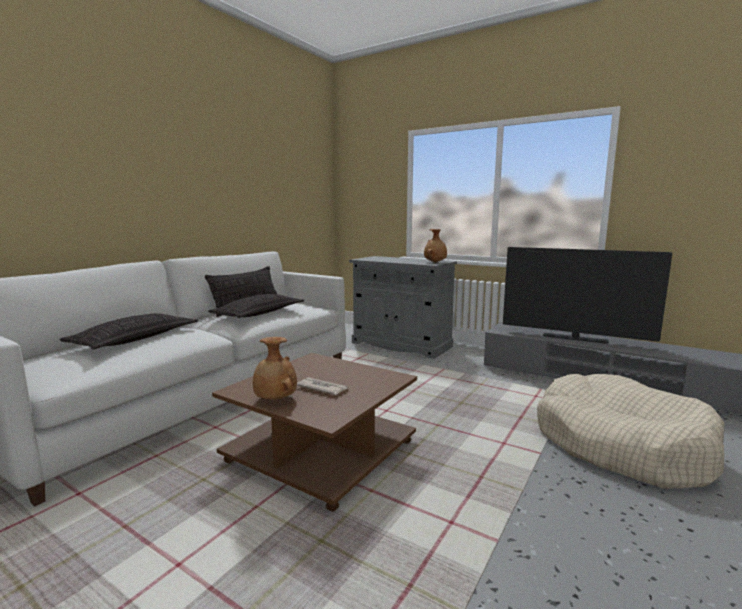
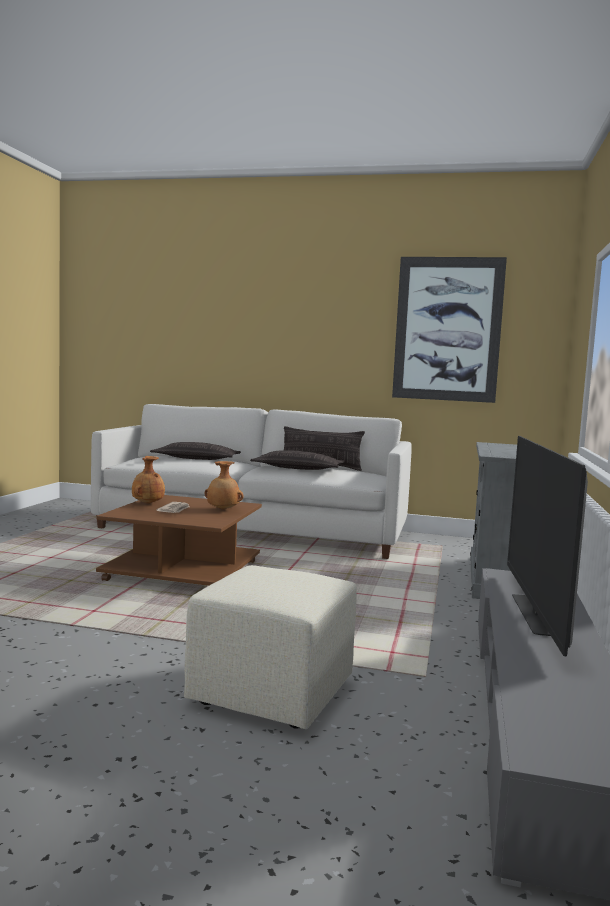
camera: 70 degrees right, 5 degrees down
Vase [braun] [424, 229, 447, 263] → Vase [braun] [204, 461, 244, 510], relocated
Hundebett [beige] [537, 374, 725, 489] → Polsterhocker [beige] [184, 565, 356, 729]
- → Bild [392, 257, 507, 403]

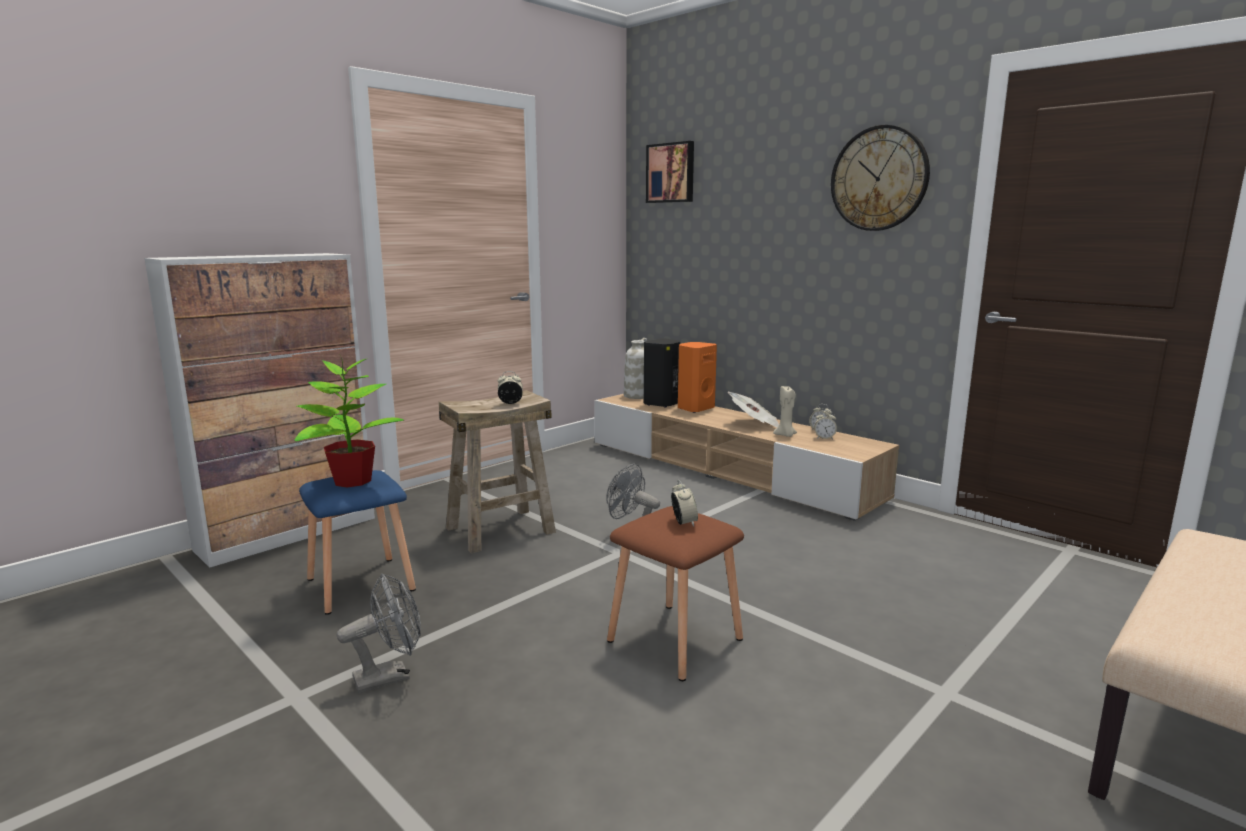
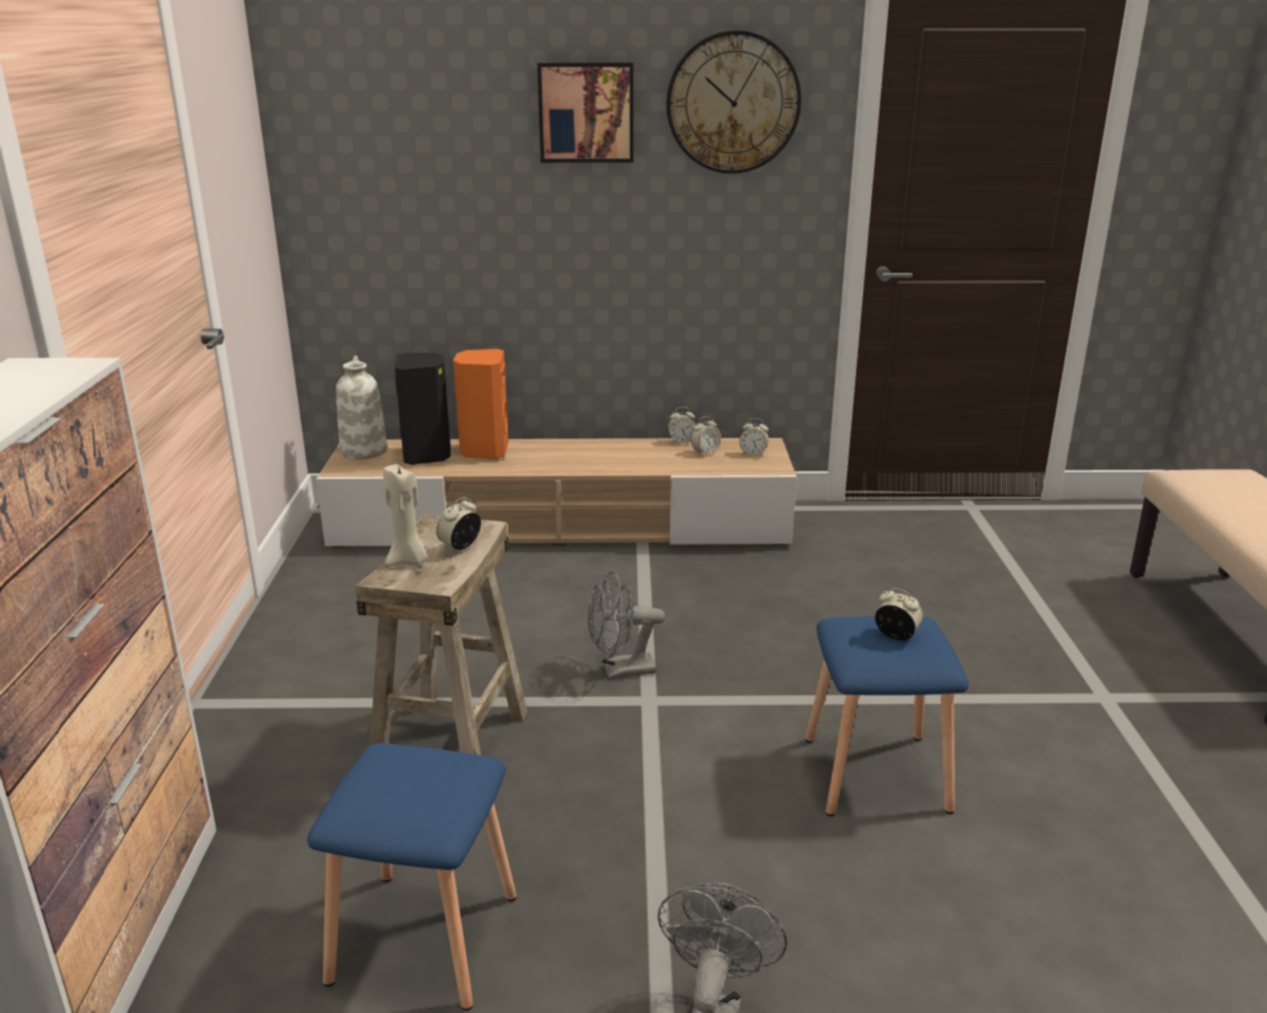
camera: 45 degrees left, 10 degrees up
Topfpflanze [294, 354, 404, 487] → -
Hocker [braun] [607, 506, 744, 681] → Hocker [blau] [805, 616, 969, 816]
Bild [646, 141, 694, 203] → Bild [537, 62, 634, 163], relocated
Zeitung [728, 392, 779, 427] → -
Kerze [beige] [773, 385, 797, 437] → Kerze [beige] [383, 464, 427, 566], relocated
- → Wecker [739, 418, 769, 457]

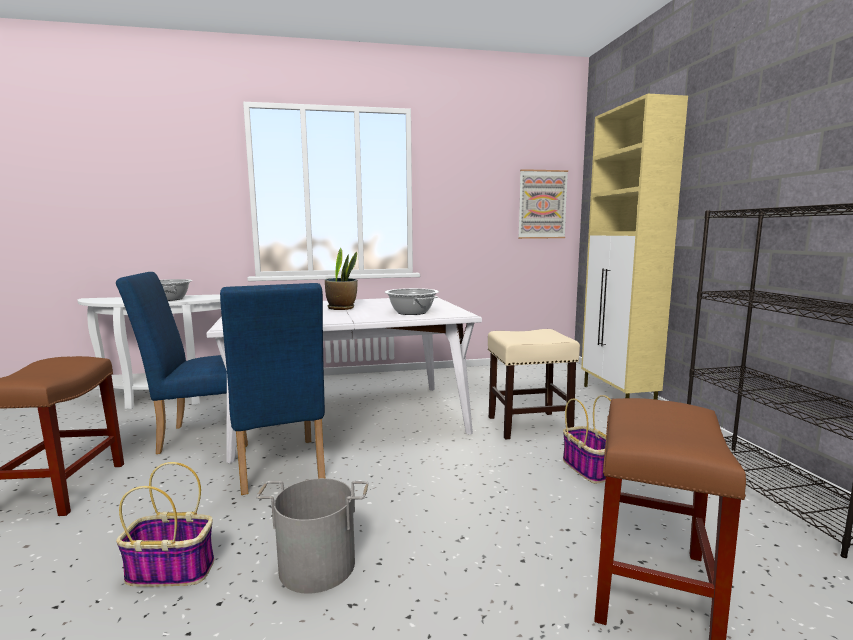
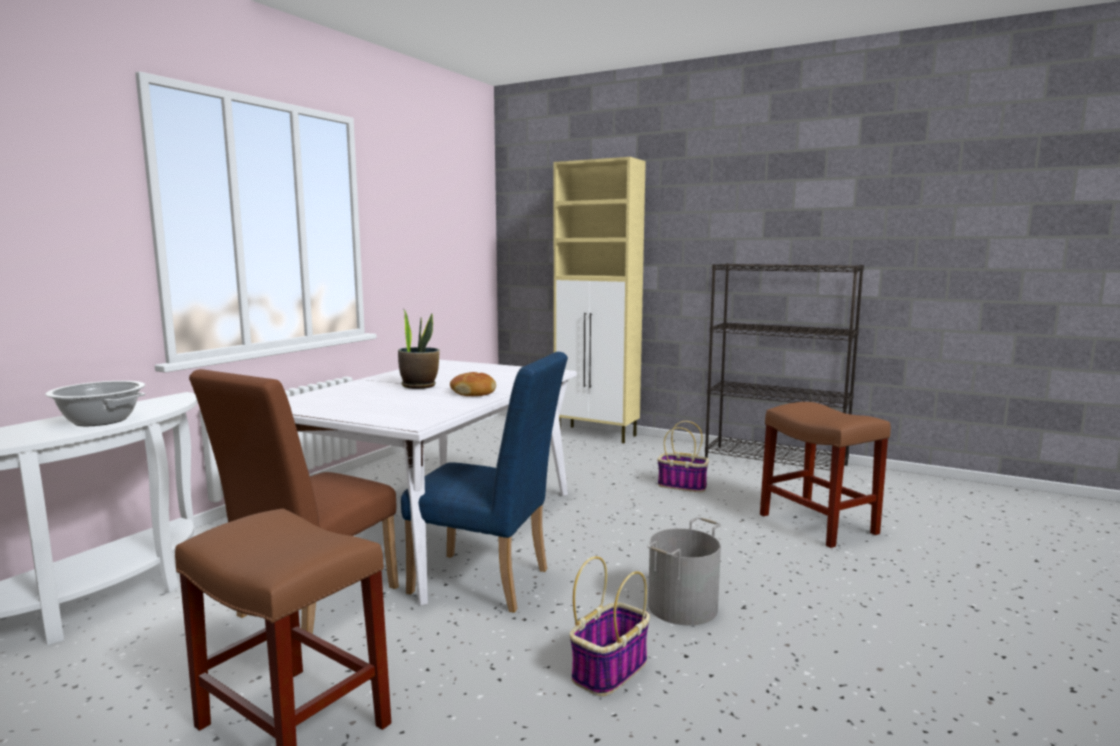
camera: 50 degrees left, 0 degrees up
Stuhl [blau] [116, 272, 248, 454] → Stuhl [braun] [189, 369, 399, 634]
Kochtopf [385, 288, 439, 315] → -
Hocker [beige] [488, 329, 580, 440] → -
Bild [518, 169, 568, 239] → -
- → Brot [450, 372, 496, 396]

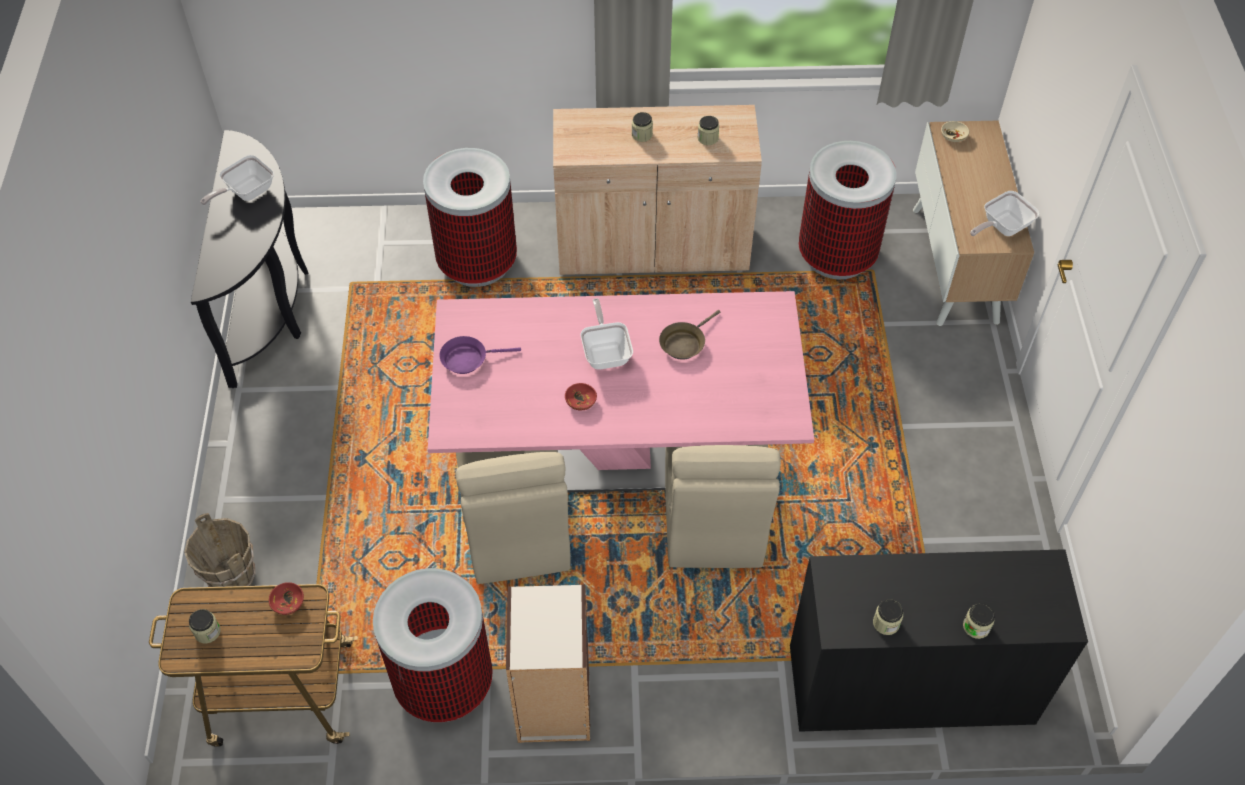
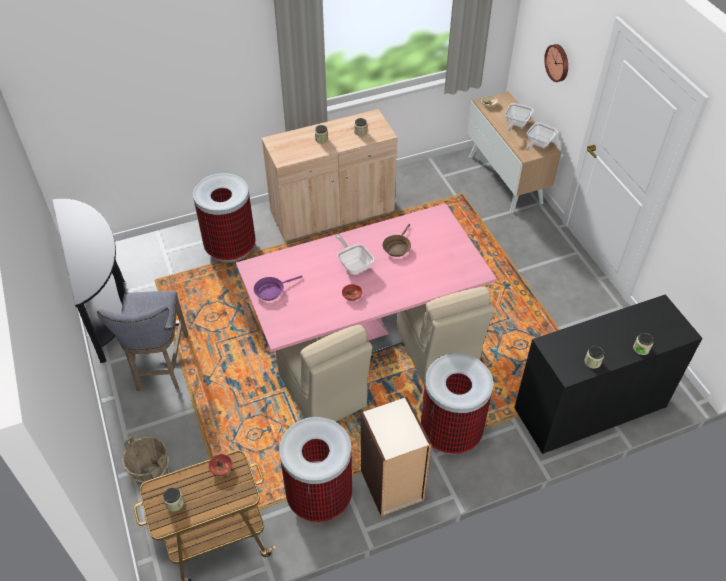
camera: 20 degrees left, 5 degrees down
Pfanne [200, 155, 274, 205] → Pfanne [505, 103, 534, 131], relocated
Mülleimer [798, 141, 897, 279] → Mülleimer [421, 353, 493, 454], relocated
- → Hocker [grau] [97, 291, 188, 391]
- → Wanduhr [544, 44, 568, 82]

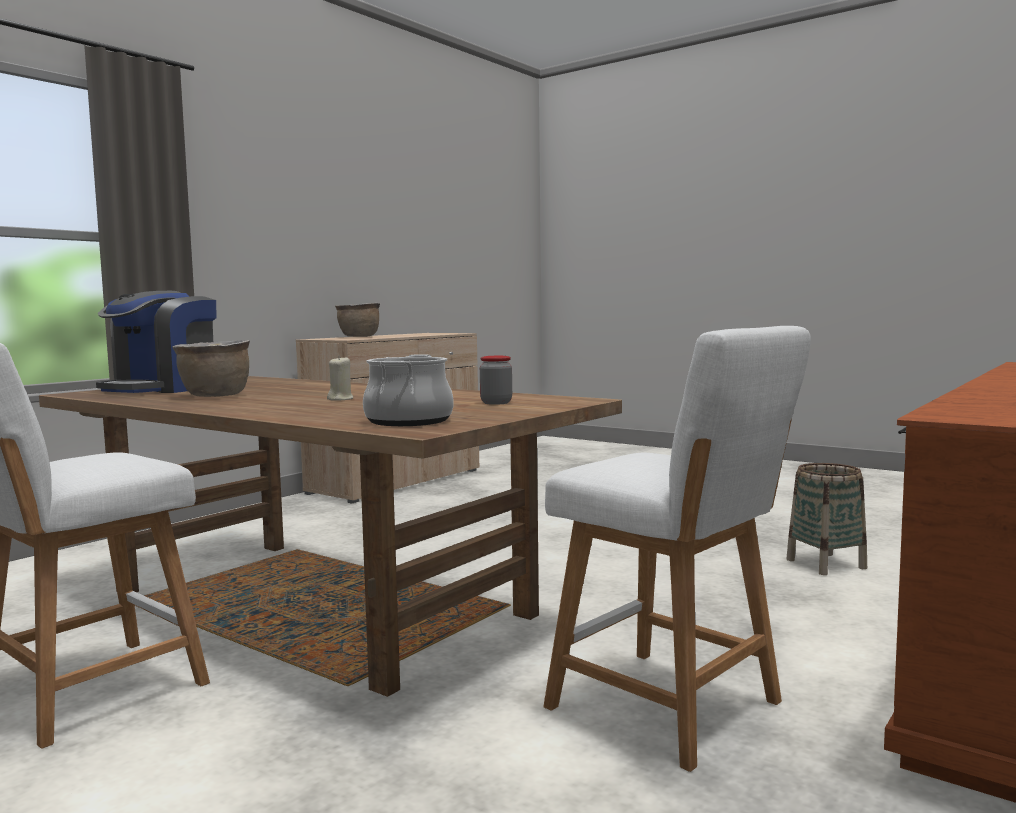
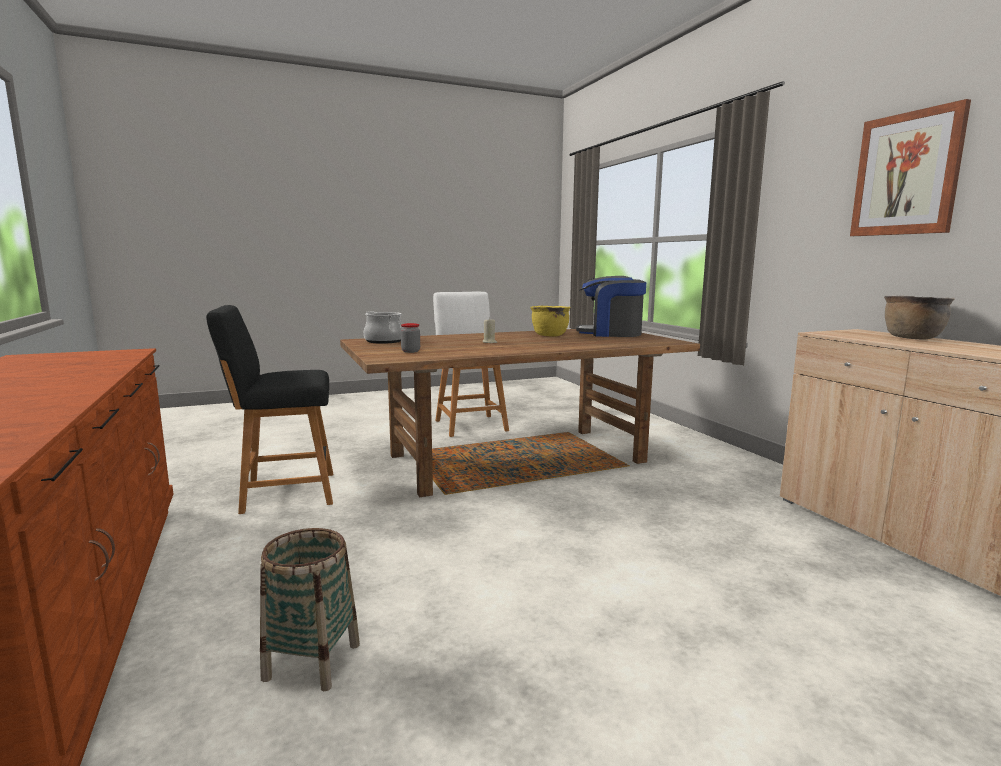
camera: 120 degrees right, 5 degrees up
Kaffeemaschine [96, 291, 217, 393] → Kaffeemaschine [576, 276, 646, 337], 45 degrees counterclockwise
Kochtopf [braun] [172, 340, 250, 397] → Kochtopf [gelb] [530, 306, 571, 337]
Hocker [weiß] [543, 326, 811, 772] → Hocker [schwarz] [206, 305, 333, 514]
- → Bild [850, 99, 971, 236]

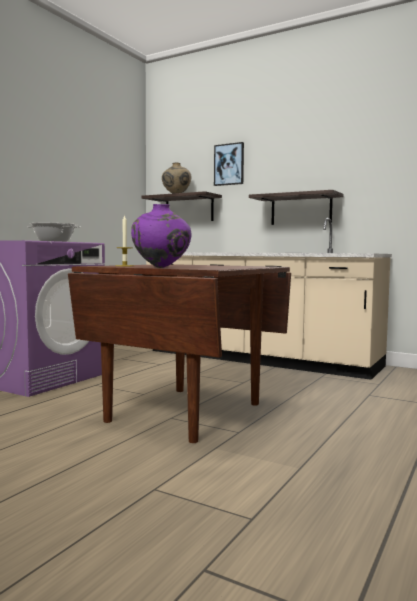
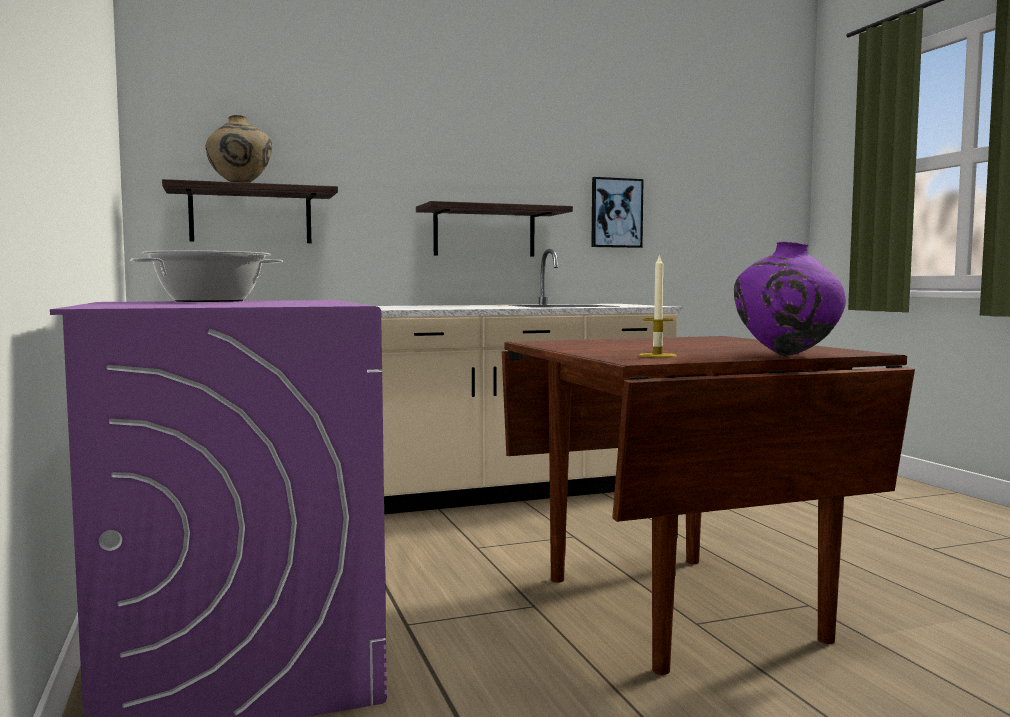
camera: 50 degrees left, 0 degrees up
Bild [214, 142, 244, 186] → Bild [591, 177, 644, 248], relocated

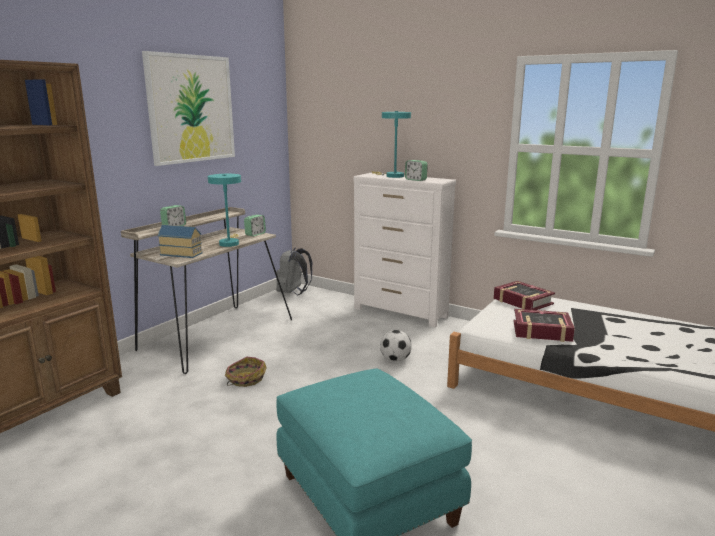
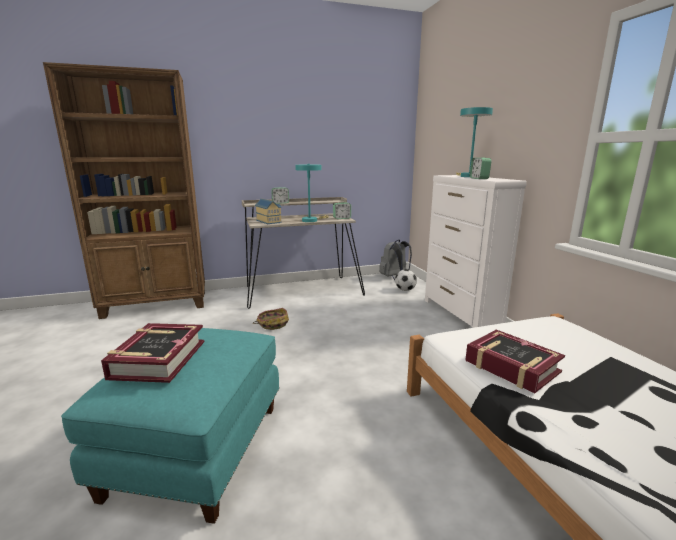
camera: 40 degrees right, 0 degrees up
Bild [142, 51, 235, 166] → -
Fußball [380, 330, 412, 362] → Fußball [395, 269, 417, 291], relocated
Buch [494, 281, 555, 310] → Buch [101, 323, 204, 383], relocated

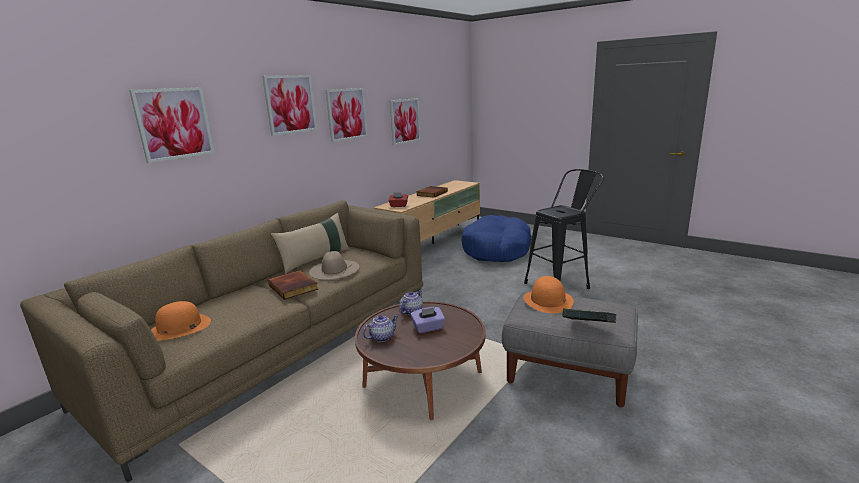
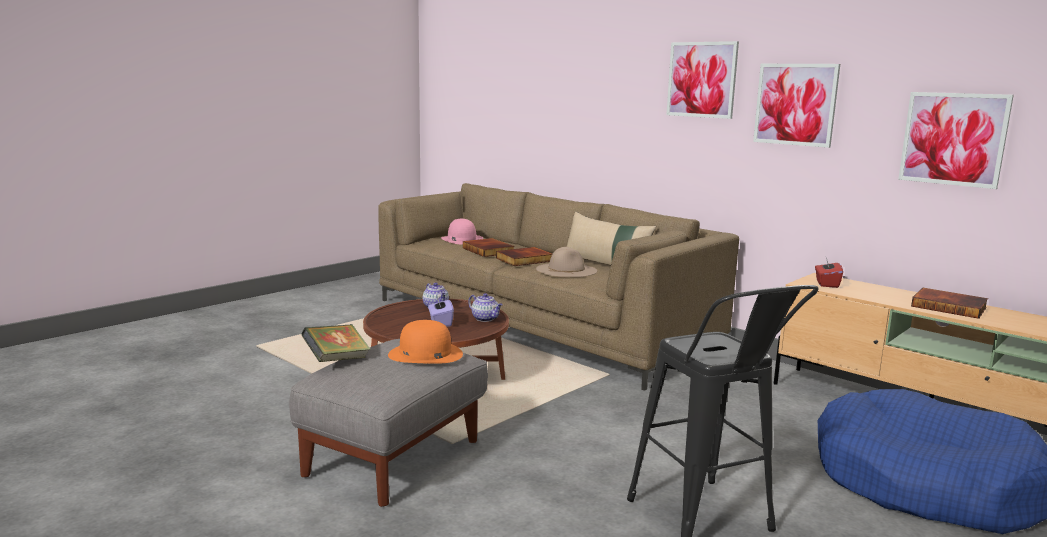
camera: 95 degrees right, 5 degrees down
Bild [129, 87, 215, 163] → -
Hut [orange] [151, 301, 211, 341] → Hut [rosa] [441, 219, 483, 245]
- → Buch [463, 238, 515, 257]

